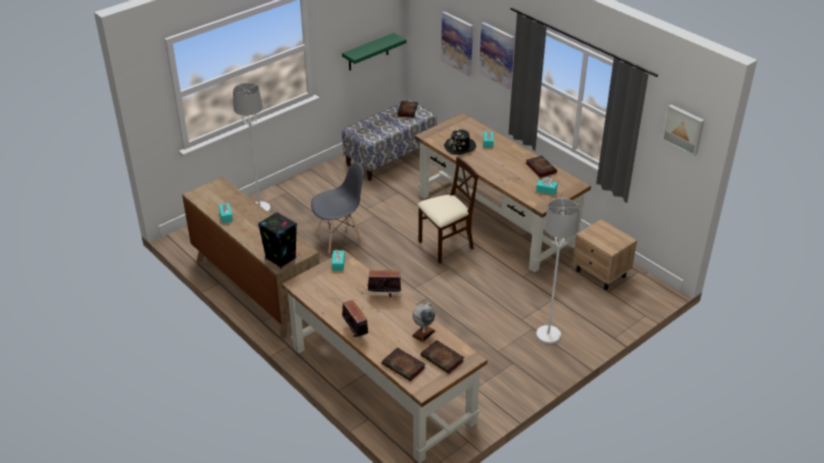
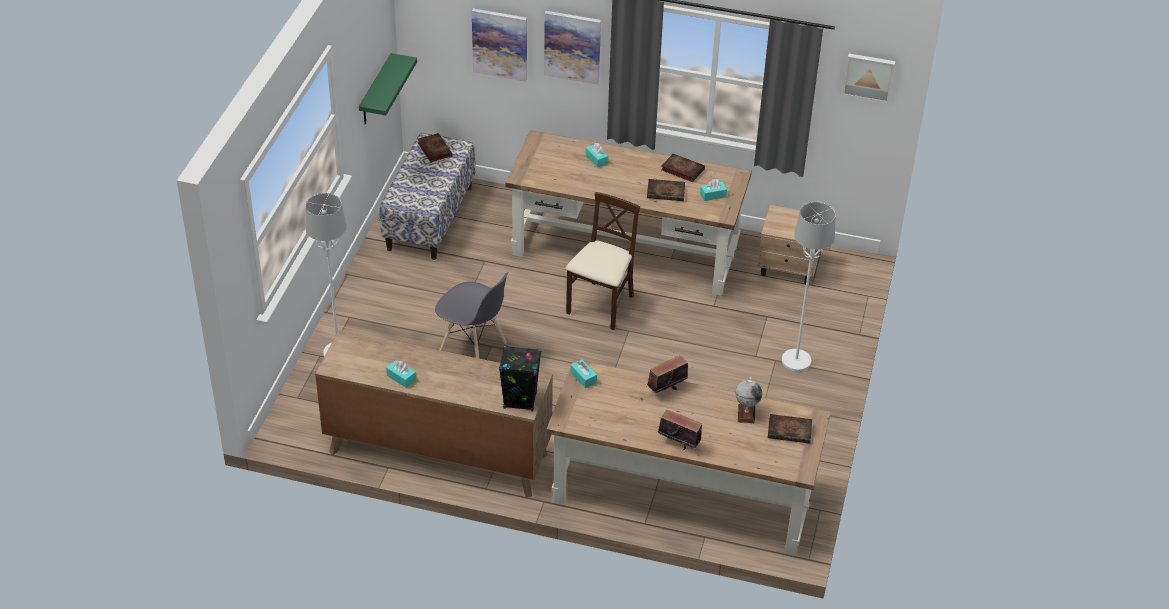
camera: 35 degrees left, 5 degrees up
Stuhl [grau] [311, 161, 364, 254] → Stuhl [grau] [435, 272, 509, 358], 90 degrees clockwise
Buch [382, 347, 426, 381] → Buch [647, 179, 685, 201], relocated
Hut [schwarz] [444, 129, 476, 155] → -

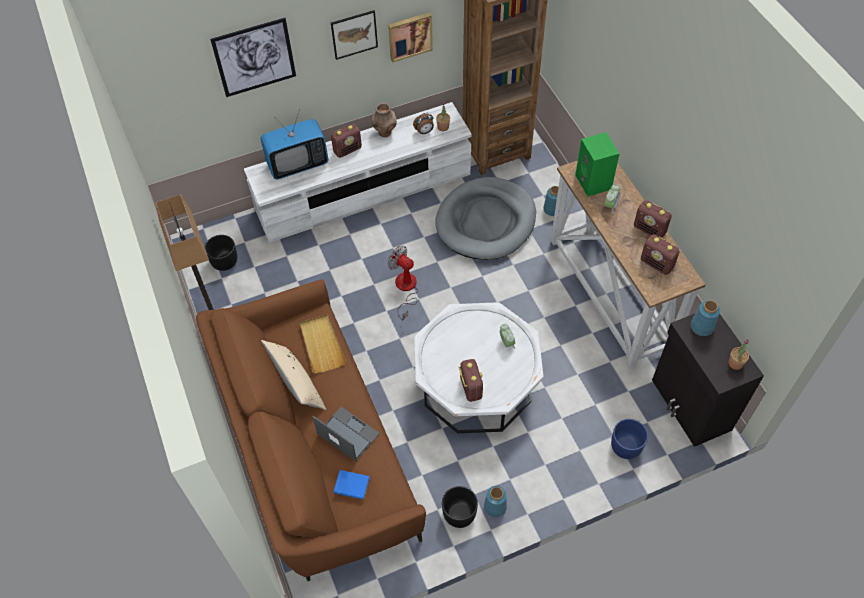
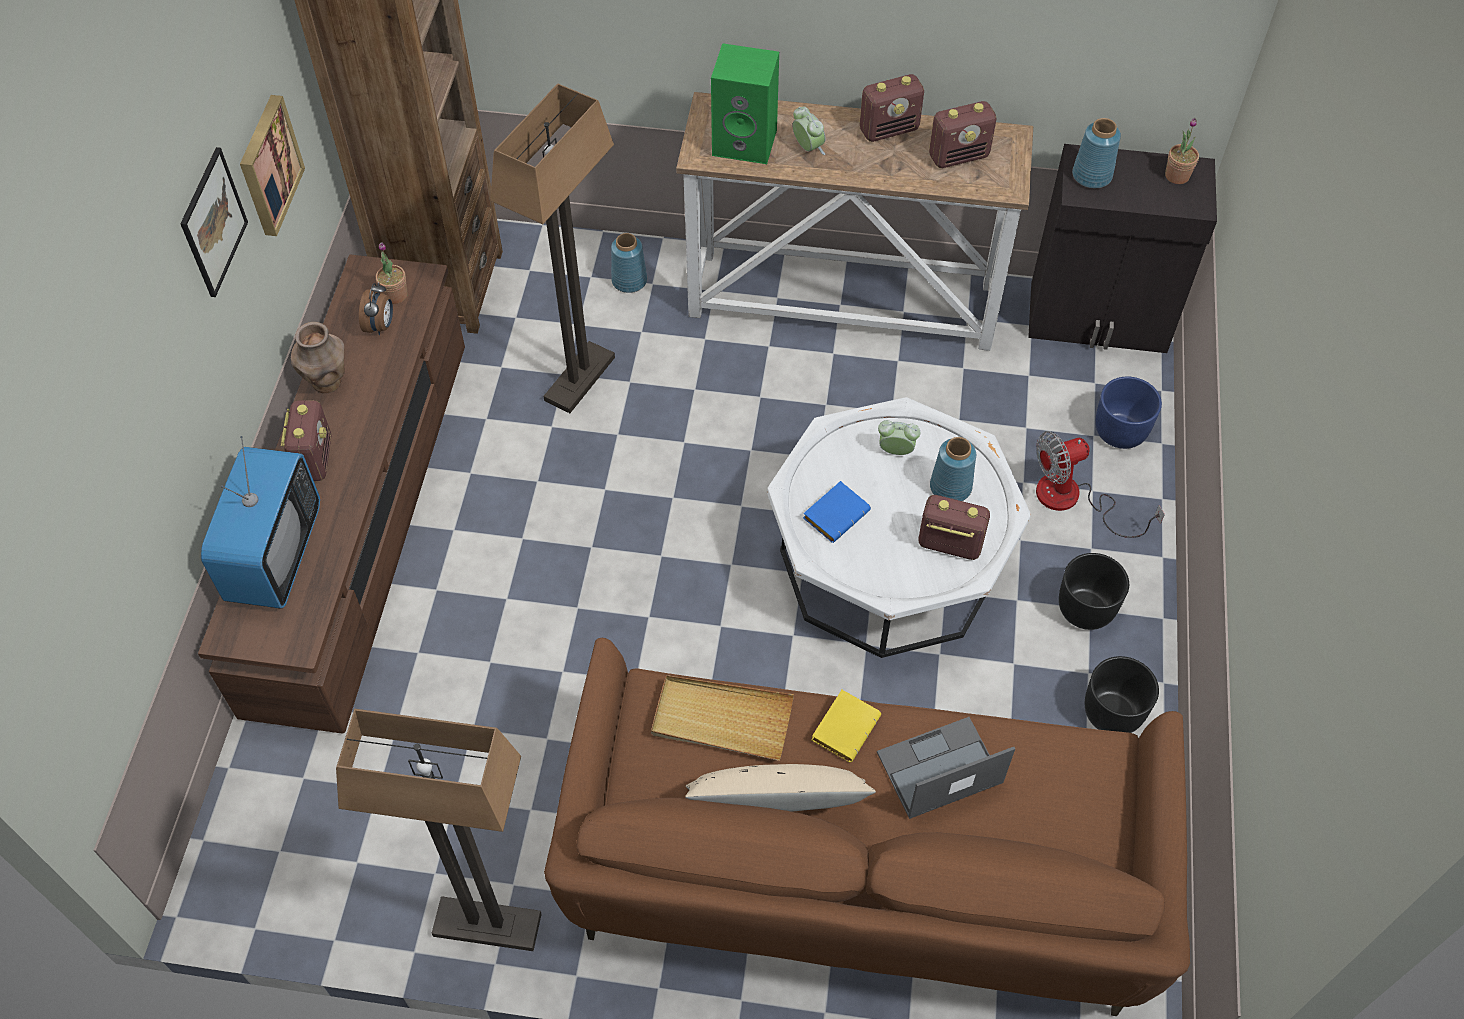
camera: 60 degrees left, 0 degrees up
Pflanzkübel [schwarz] [205, 235, 237, 271] → Pflanzkübel [schwarz] [1059, 553, 1129, 630], relocated
Bild [210, 18, 296, 97] → -
Fernsehschrank [weiß] [244, 102, 472, 243] → Fernsehschrank [braun] [198, 254, 465, 734]
Buch [blau] [334, 470, 370, 500] → Buch [blau] [803, 481, 871, 543], relocated
Ventilator [388, 246, 419, 320] → Ventilator [1036, 431, 1165, 538], relocated
Hundebett [grau] [435, 177, 536, 260] → Stehlampe [490, 83, 615, 413]
Vase [blau] [484, 486, 507, 517] → Vase [blau] [930, 437, 976, 501], relocated
- → Buch [gelb] [811, 690, 881, 762]

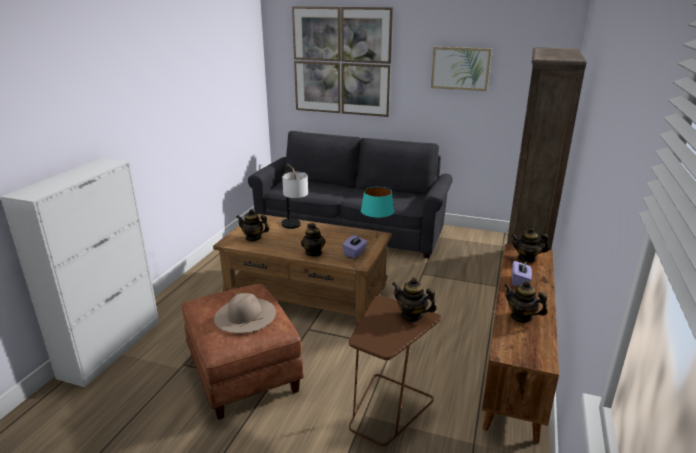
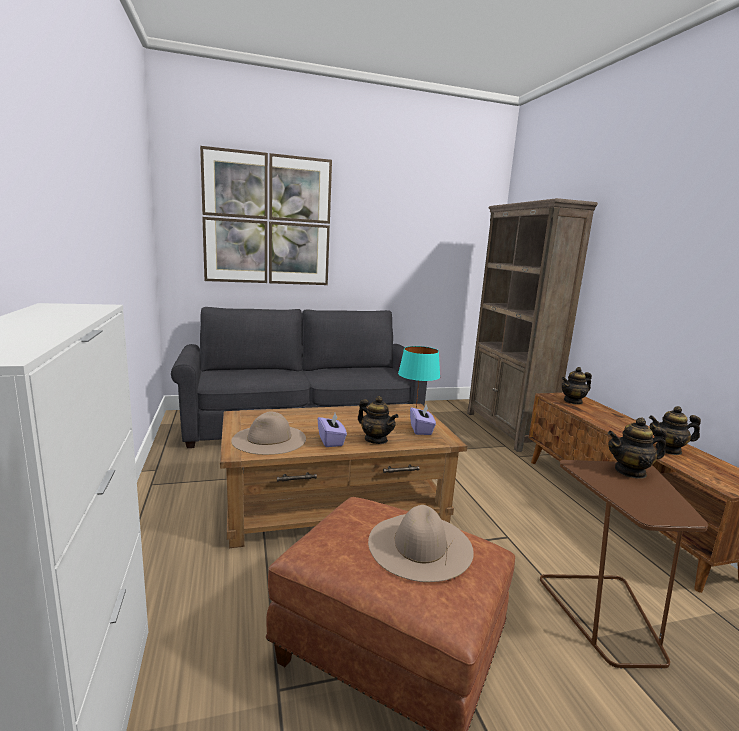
camera: 35 degrees left, 10 degrees down
Teekanne [237, 209, 269, 241] → Hut [beige] [231, 411, 306, 455]
Tischlampe [282, 164, 308, 229] → -
Bild [431, 47, 492, 91] → -
Taschentuchbox [lila] [512, 260, 532, 286] → Taschentuchbox [lila] [318, 413, 347, 447], relocated

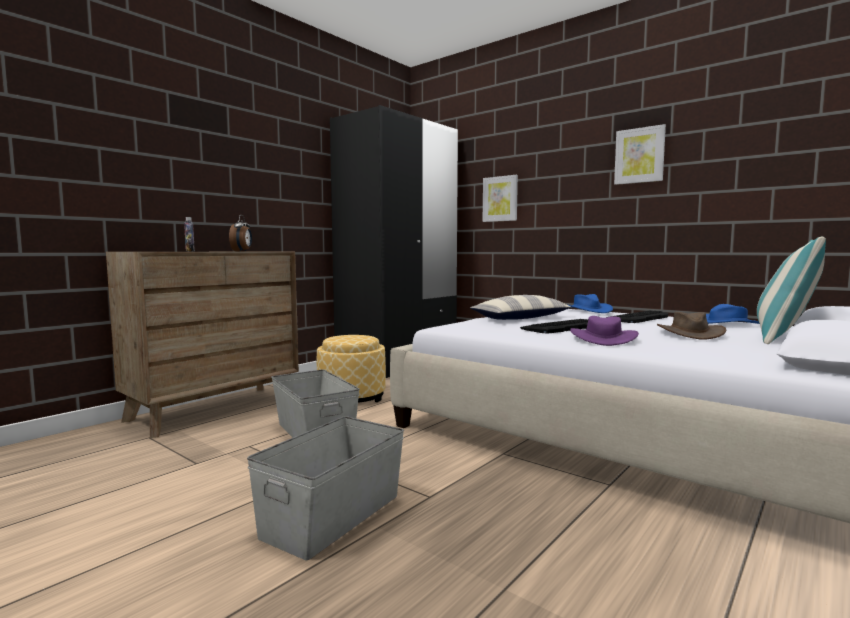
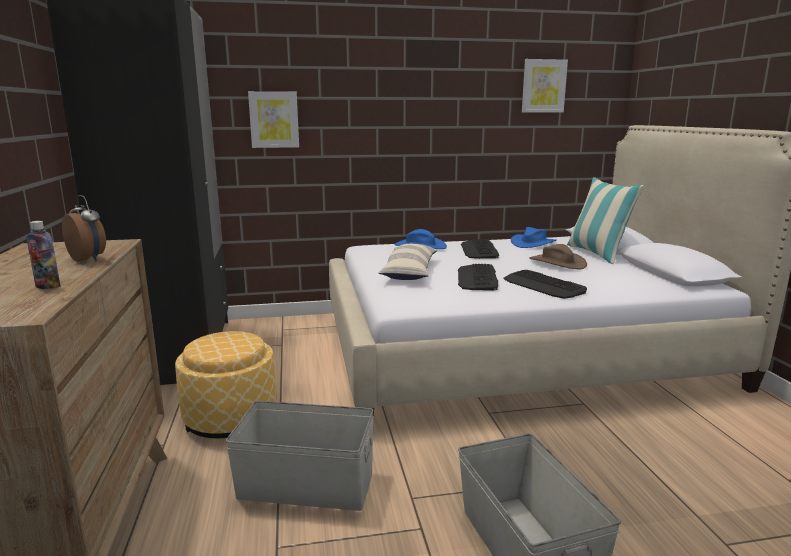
camera: 50 degrees left, 10 degrees up
Hut [lila] [570, 316, 639, 346] → Tastatur [503, 270, 587, 299]
Bild [614, 124, 666, 185] → Bild [522, 59, 568, 113], relocated

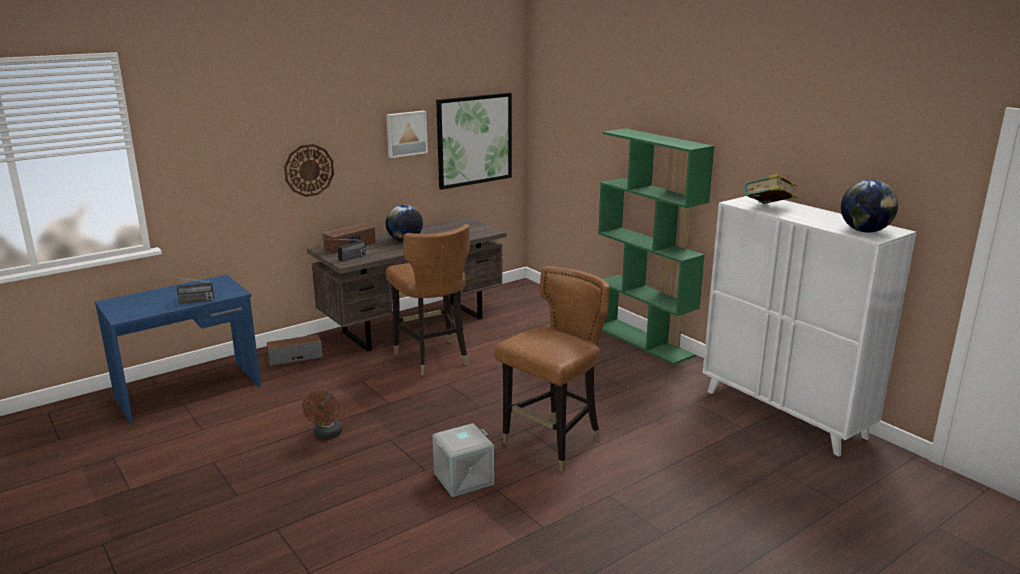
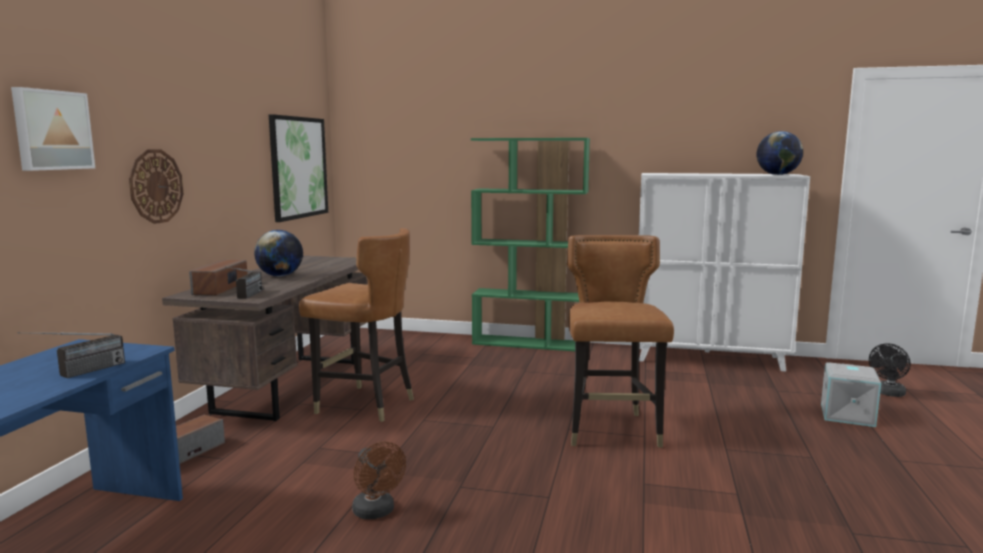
camera: 40 degrees left, 10 degrees down
Bild [386, 111, 428, 158] → Bild [11, 87, 95, 171], relocated
Aufbewahrungsbox [grau] [433, 423, 494, 497] → Aufbewahrungsbox [grau] [821, 362, 881, 427], relocated
Buch [744, 174, 798, 204] → -
- → Ventilator [schwarz] [869, 343, 910, 397]

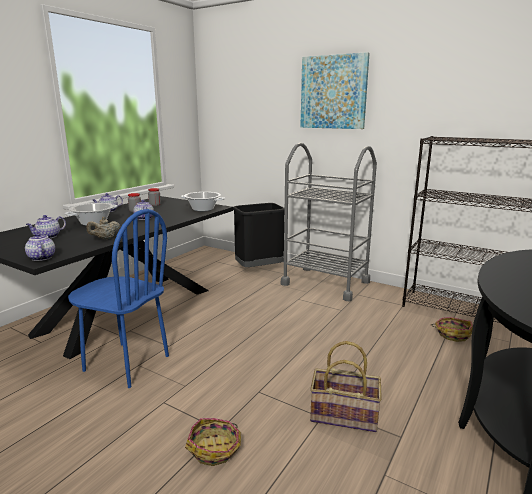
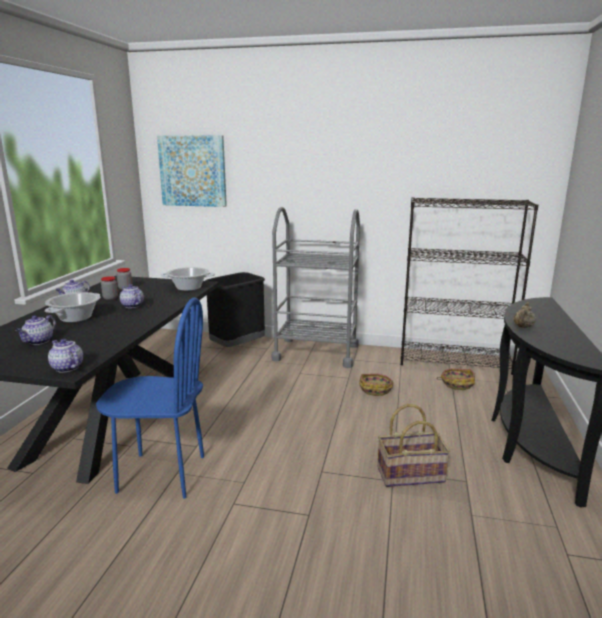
camera: 20 degrees left, 0 degrees up
Teekanne [beige] [87, 217, 120, 239] → Teekanne [beige] [513, 302, 536, 328], relocated
Korb [185, 418, 241, 466] → Korb [359, 374, 393, 396], relocated
Bild [300, 52, 370, 129] → Bild [157, 135, 227, 207], relocated

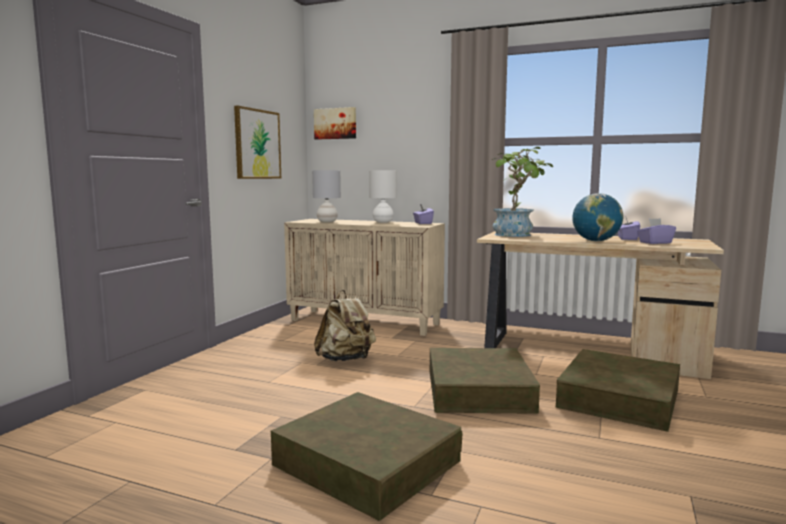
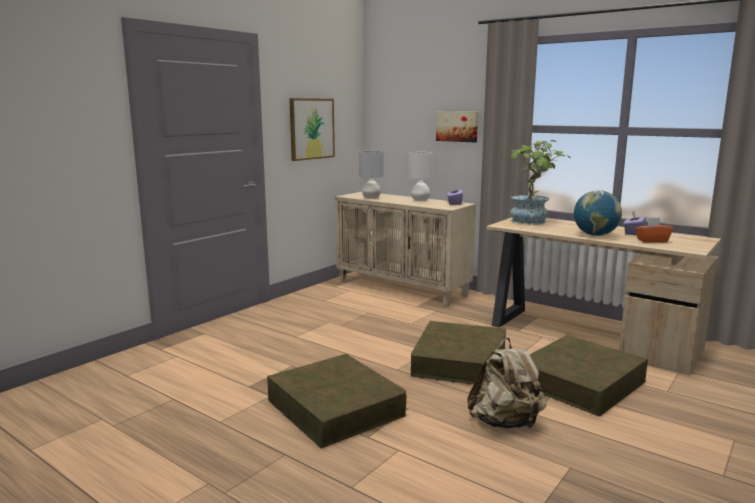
camera: 15 degrees right, 5 degrees up
Bild [314, 107, 356, 140] → Bild [436, 111, 478, 142], relocated
Rucksack [beige] [314, 290, 376, 361] → Rucksack [beige] [467, 338, 547, 428], relocated
Taschentuchbox [lila] [637, 218, 676, 244] → Taschentuchbox [orange] [635, 217, 673, 243]

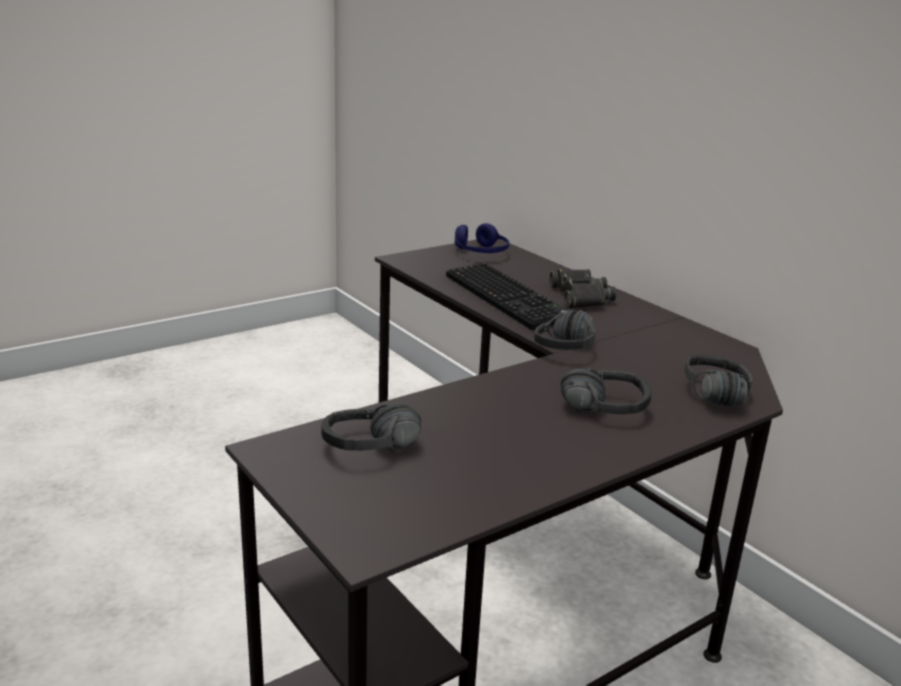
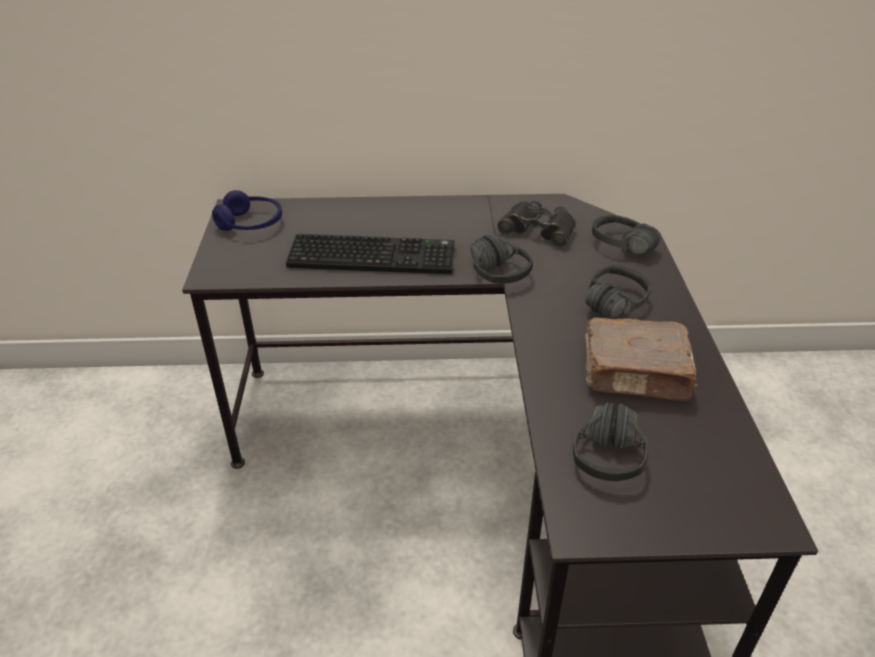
camera: 55 degrees left, 15 degrees up
Fernglas [schwarz] [550, 269, 616, 308] → Fernglas [schwarz] [497, 201, 576, 247], relocated
- → Buch [braun] [585, 318, 697, 401]

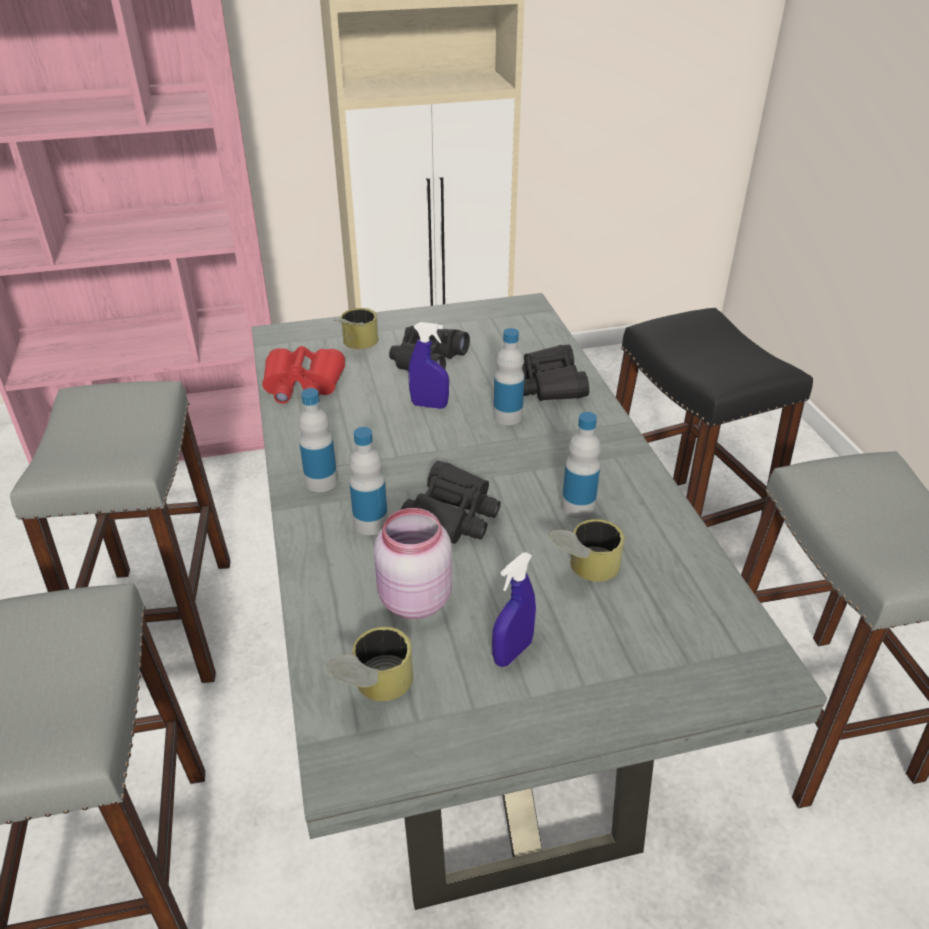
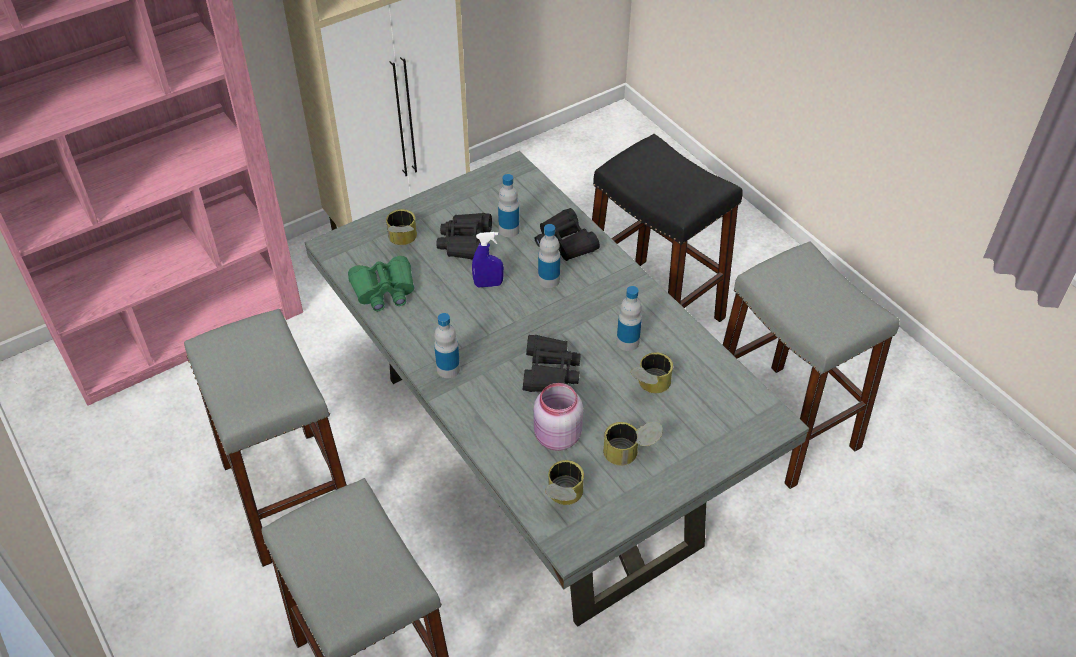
camera: 20 degrees left, 10 degrees up
Fernglas [rot] [262, 346, 345, 404] → Fernglas [grün] [348, 256, 414, 311]
Flasche [349, 427, 388, 535] → Flasche [498, 174, 520, 237], relocated
Sprühflasche [blau] [492, 552, 536, 667] → Dose [603, 422, 663, 466]

